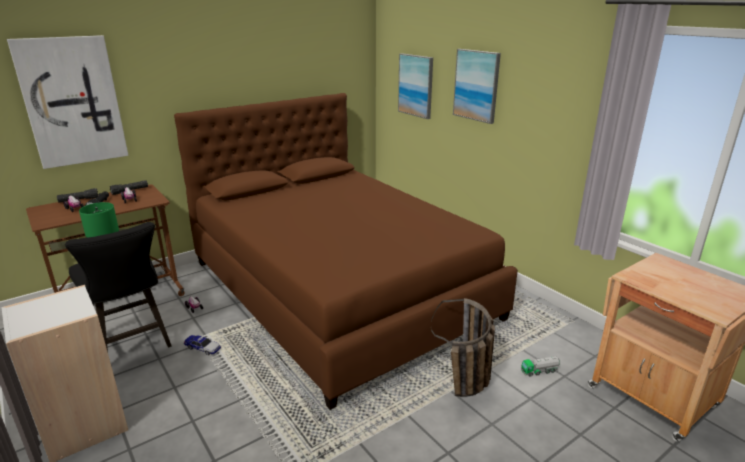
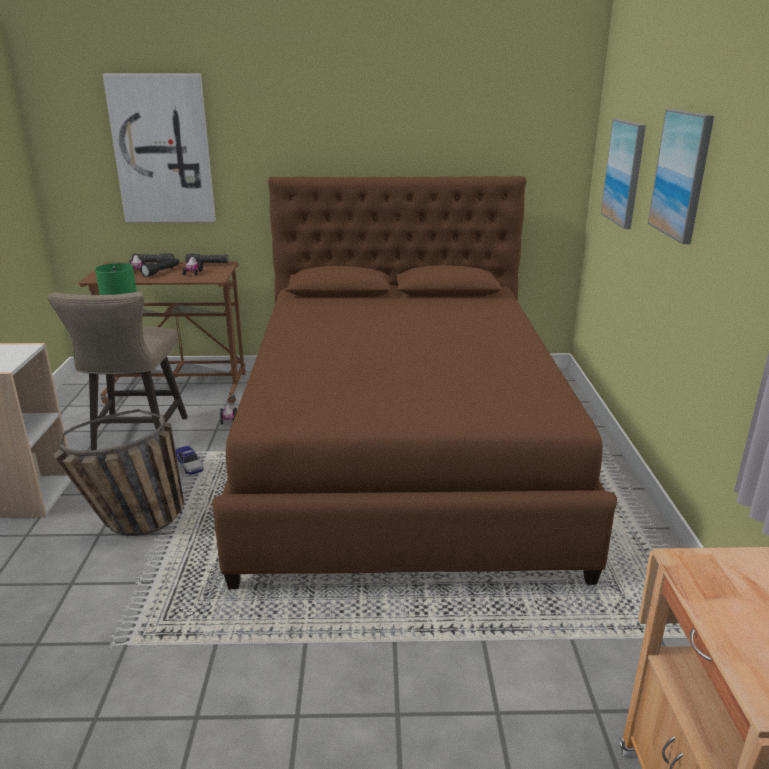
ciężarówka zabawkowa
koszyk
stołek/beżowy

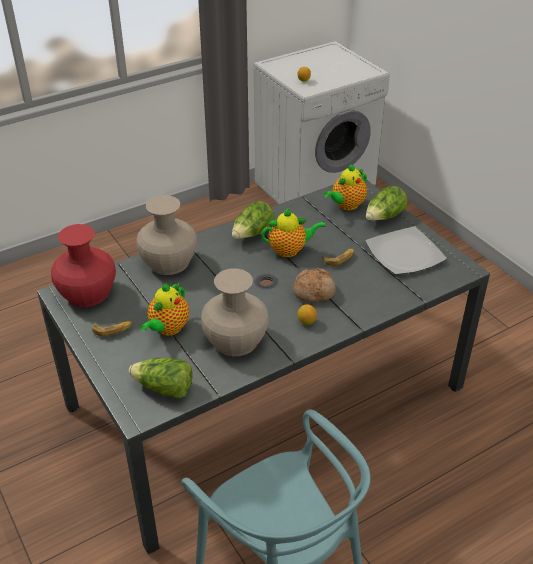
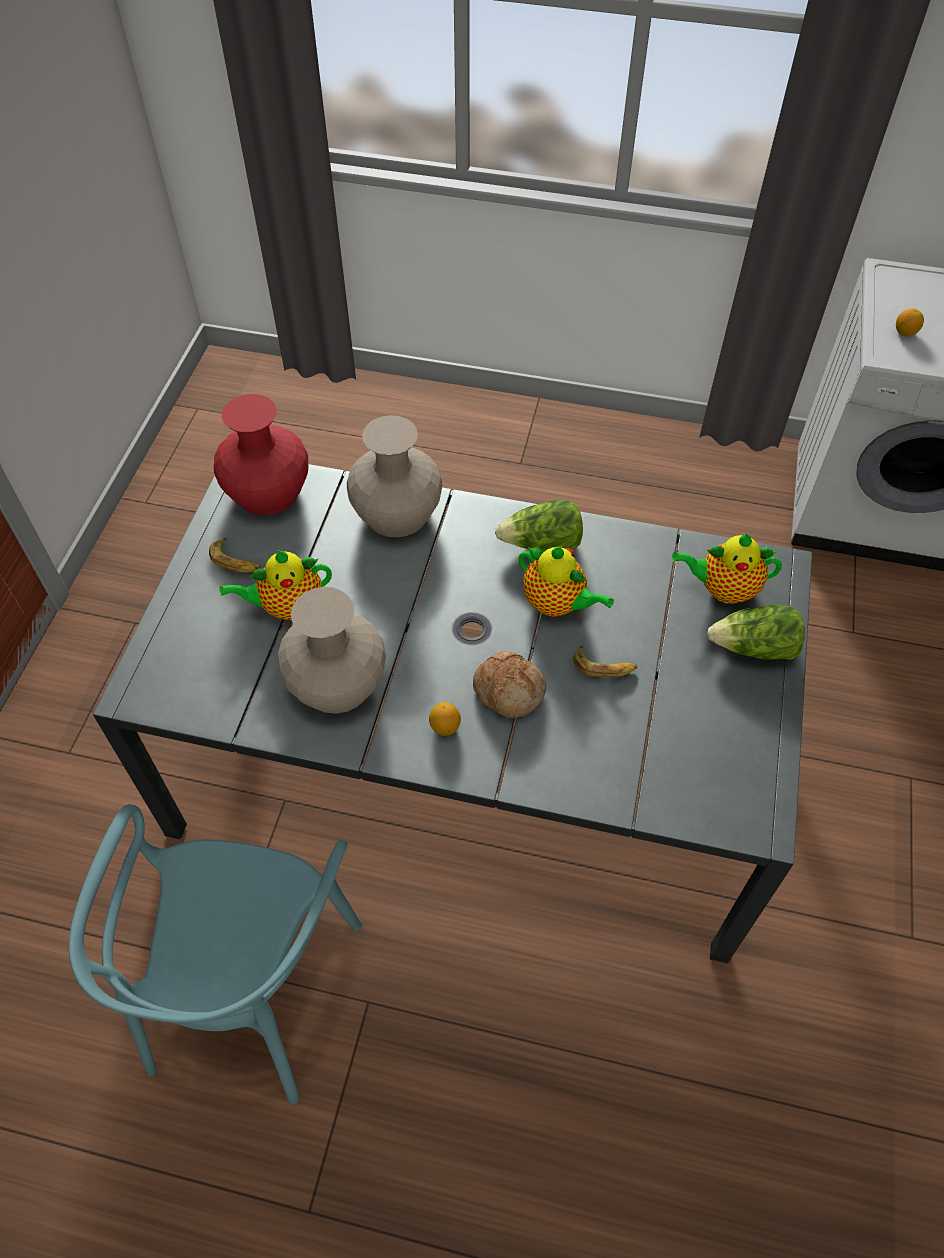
sałata (1st from left in the first image)
talerz

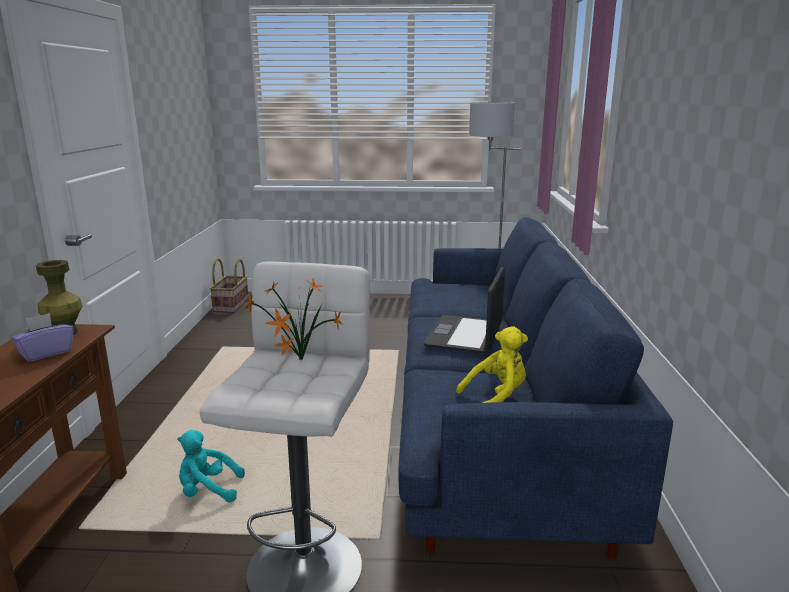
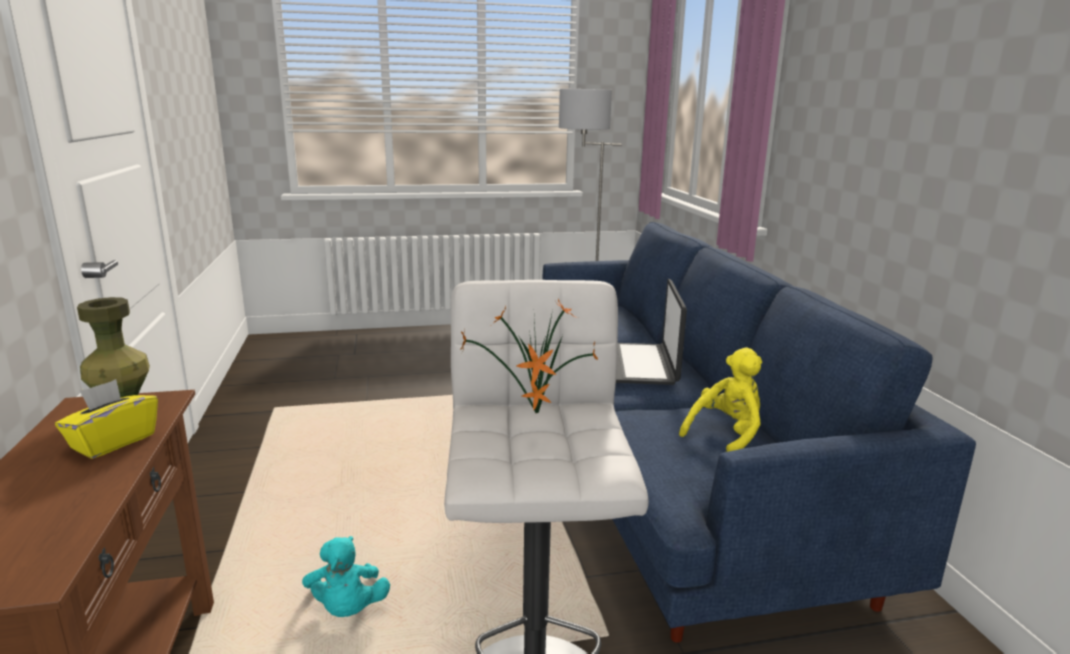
koszyk
pudełko chusteczek/żółty
pluszak/turkusowy

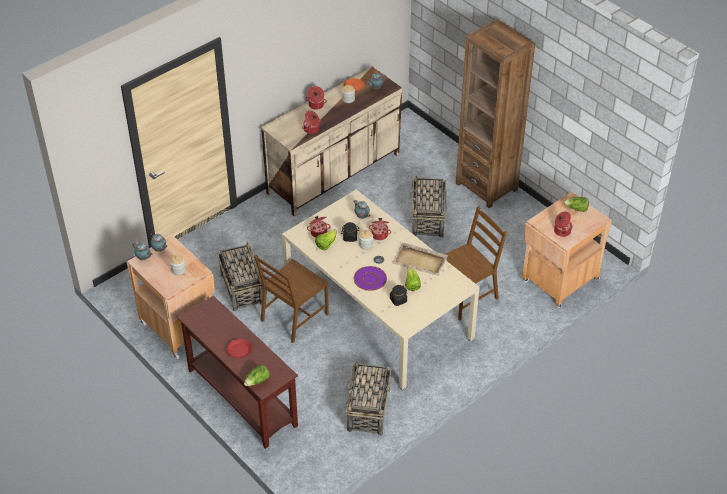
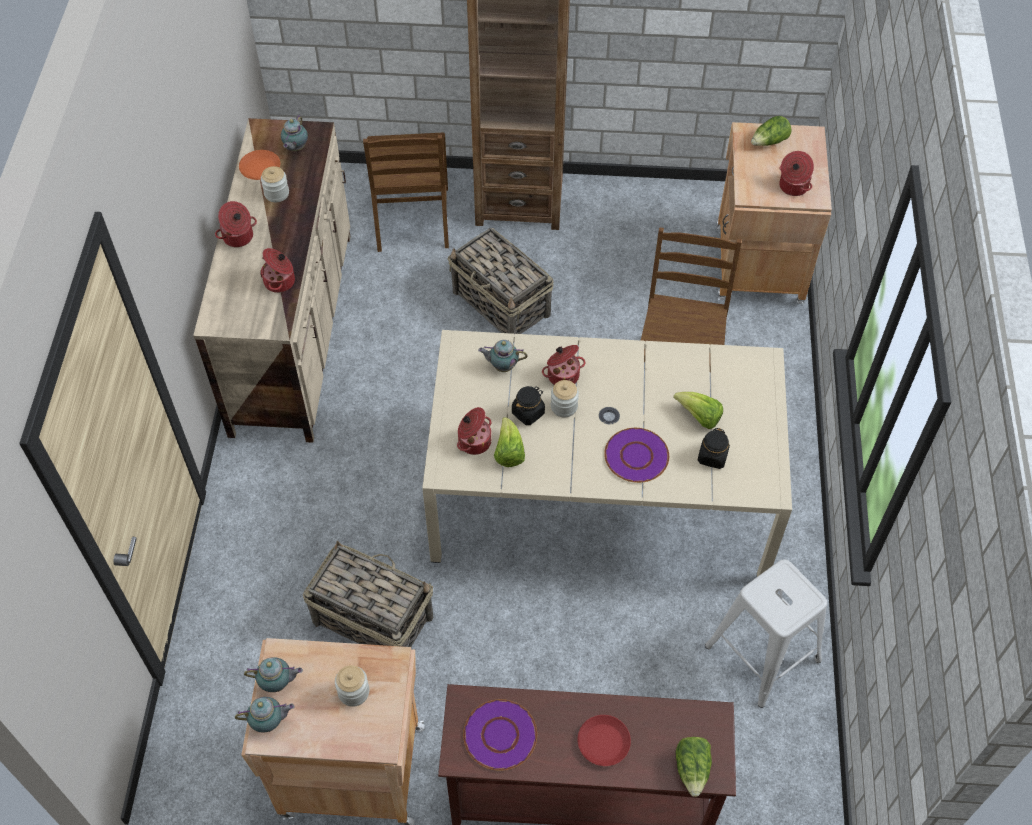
taca/beżowy
talerz/fioletowy (1st from left)
krzesło/brązowy (1st from left)
stołek/biały

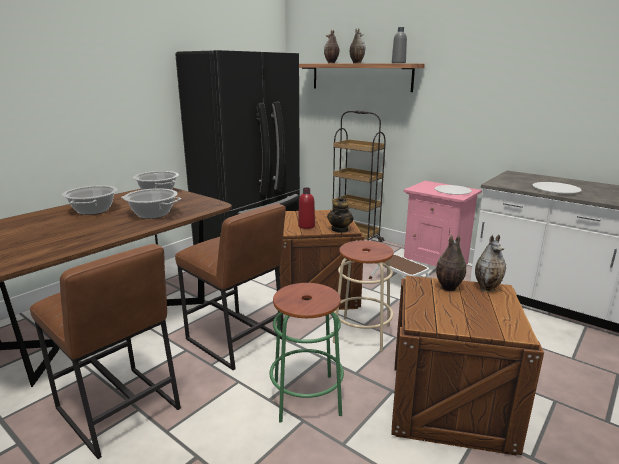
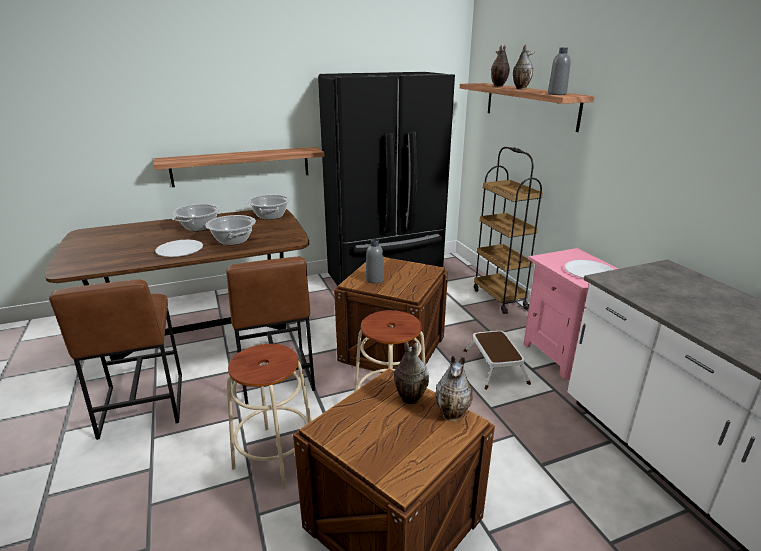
imbryk
półka (1st from left)
talerz/biały (1st from left)
stołek/beżowy (1st from left)
butelka/szary (1st from left)

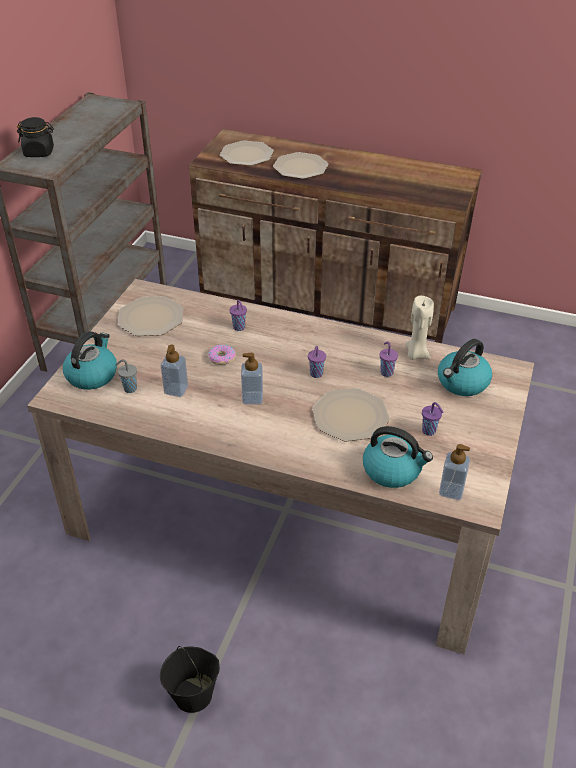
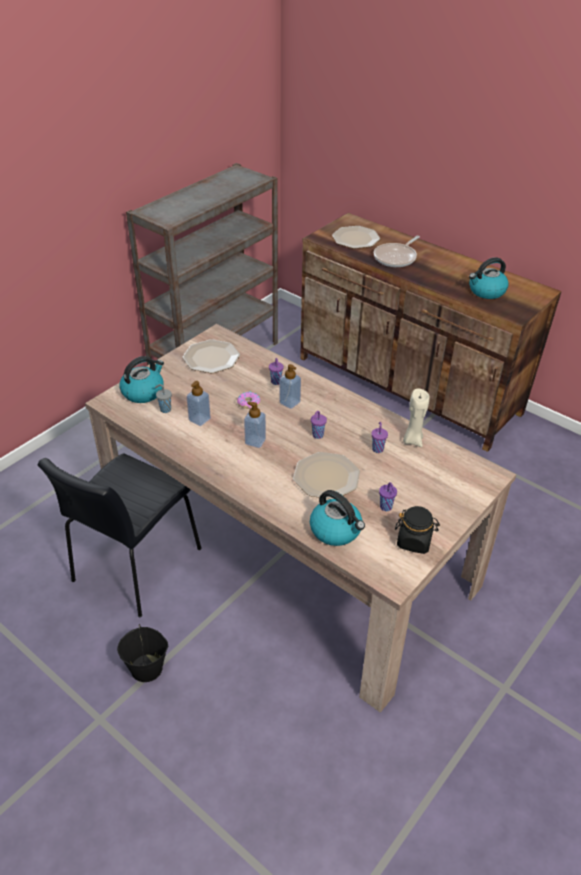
krzesło/czarny
słoik/czarny
czajnik (3rd from left)
dozownik mydła (3rd from left)
patelnia

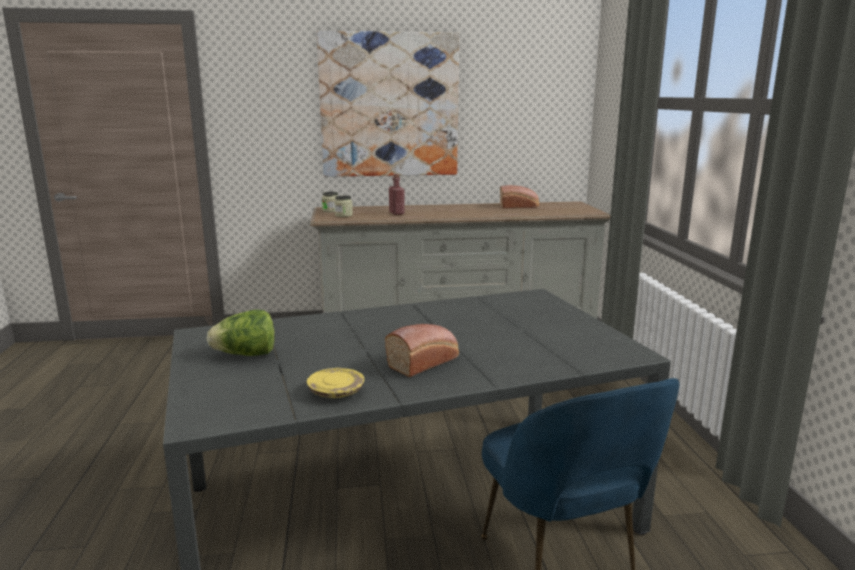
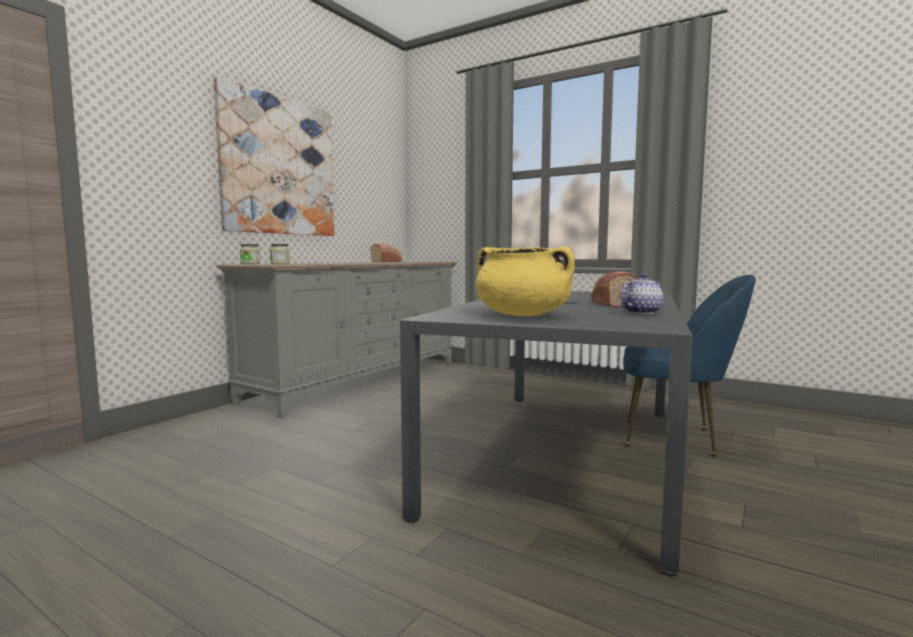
butelka/czerwony
garnek/żółty
imbryk

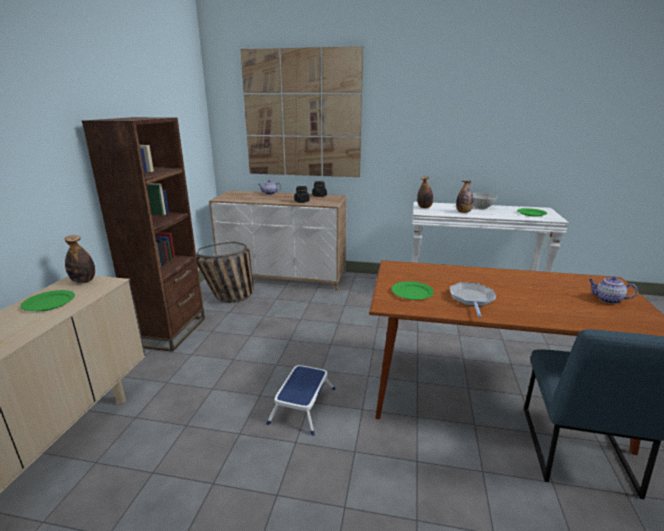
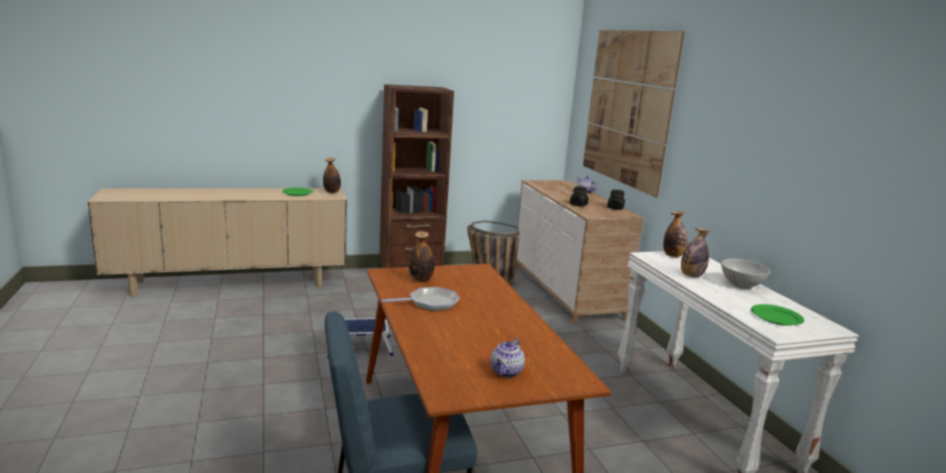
butelka (2nd from left)
imbryk (1st from left)

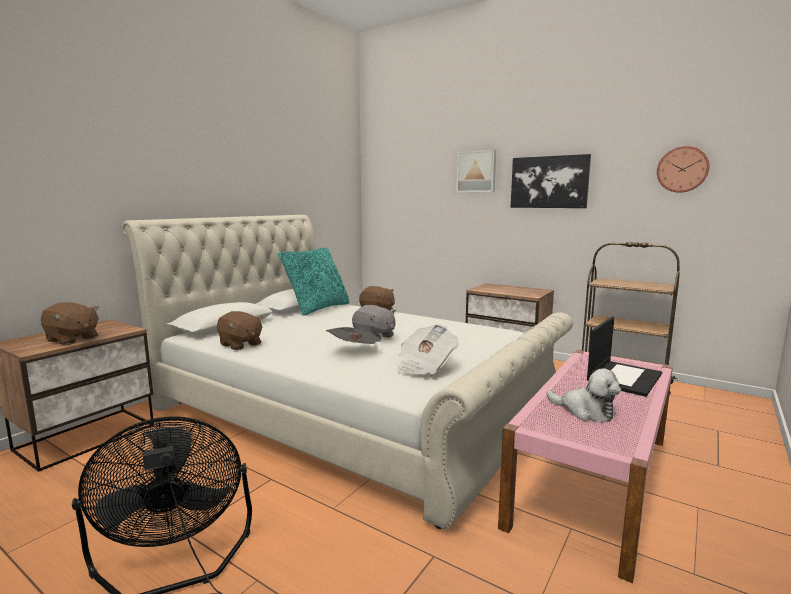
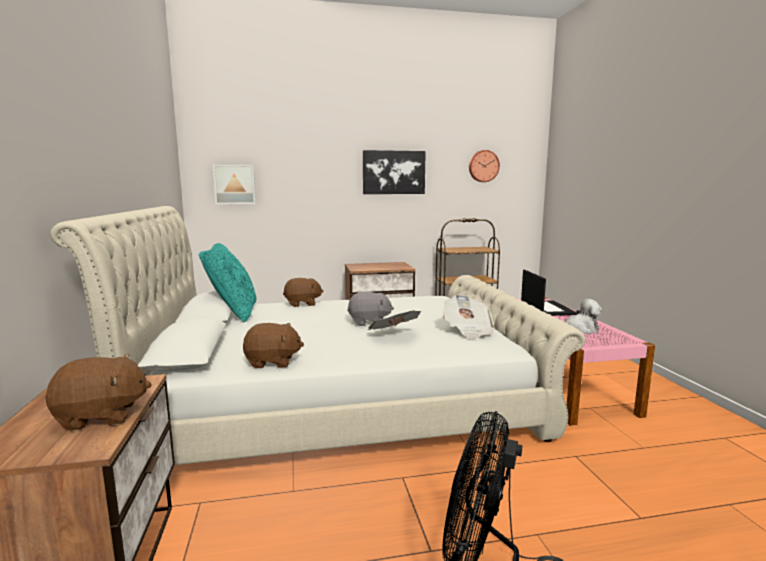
obraz (1st from left)

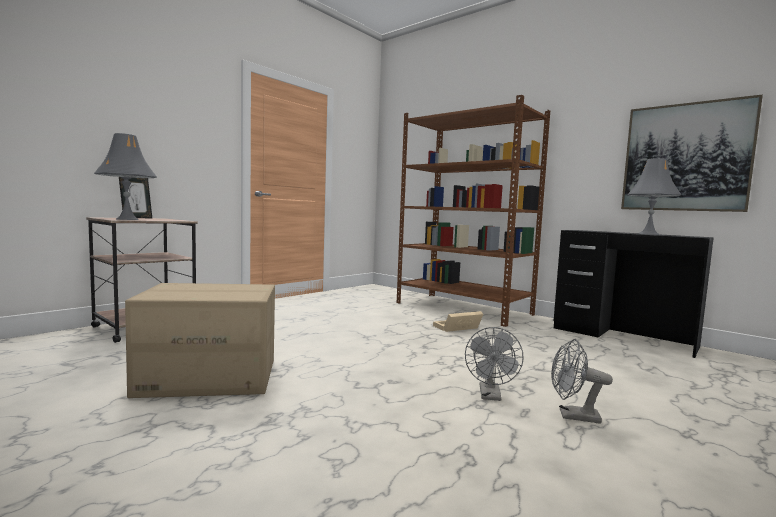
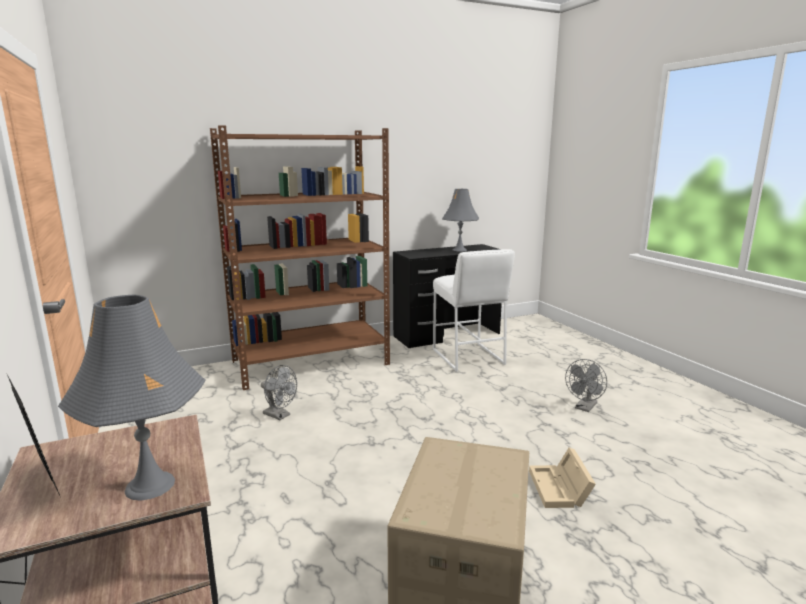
obraz
stołek/biały
pojemnik do przechowywania/beżowy
wentylator/szary (1st from left)

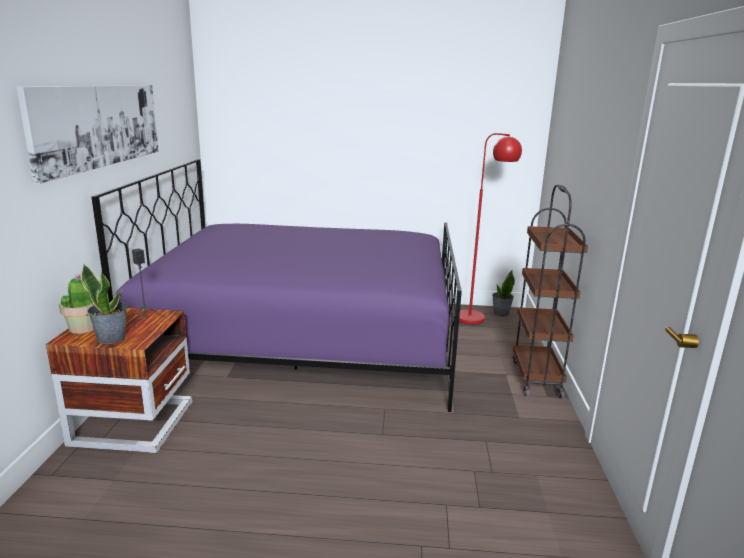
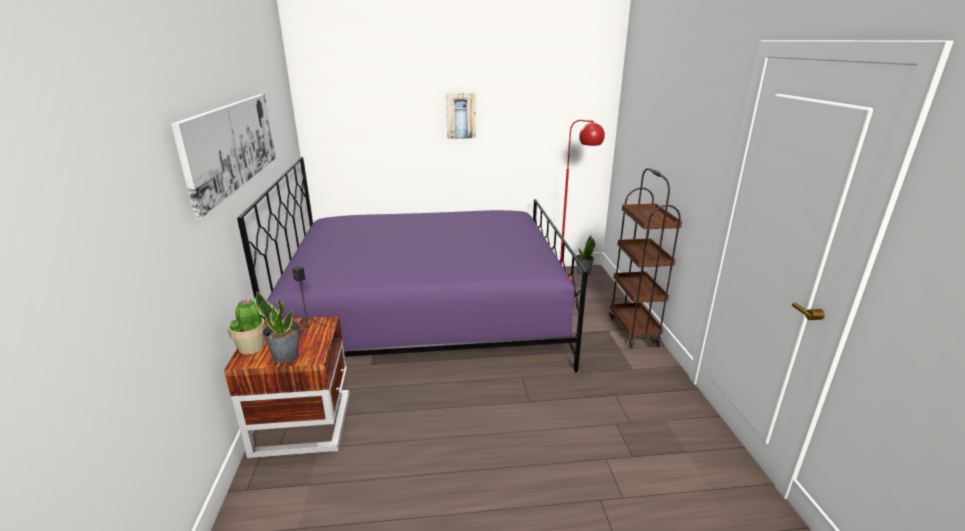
obraz (2nd from left)

